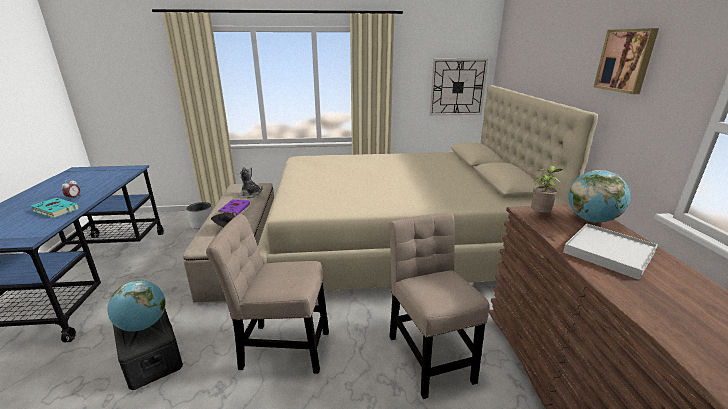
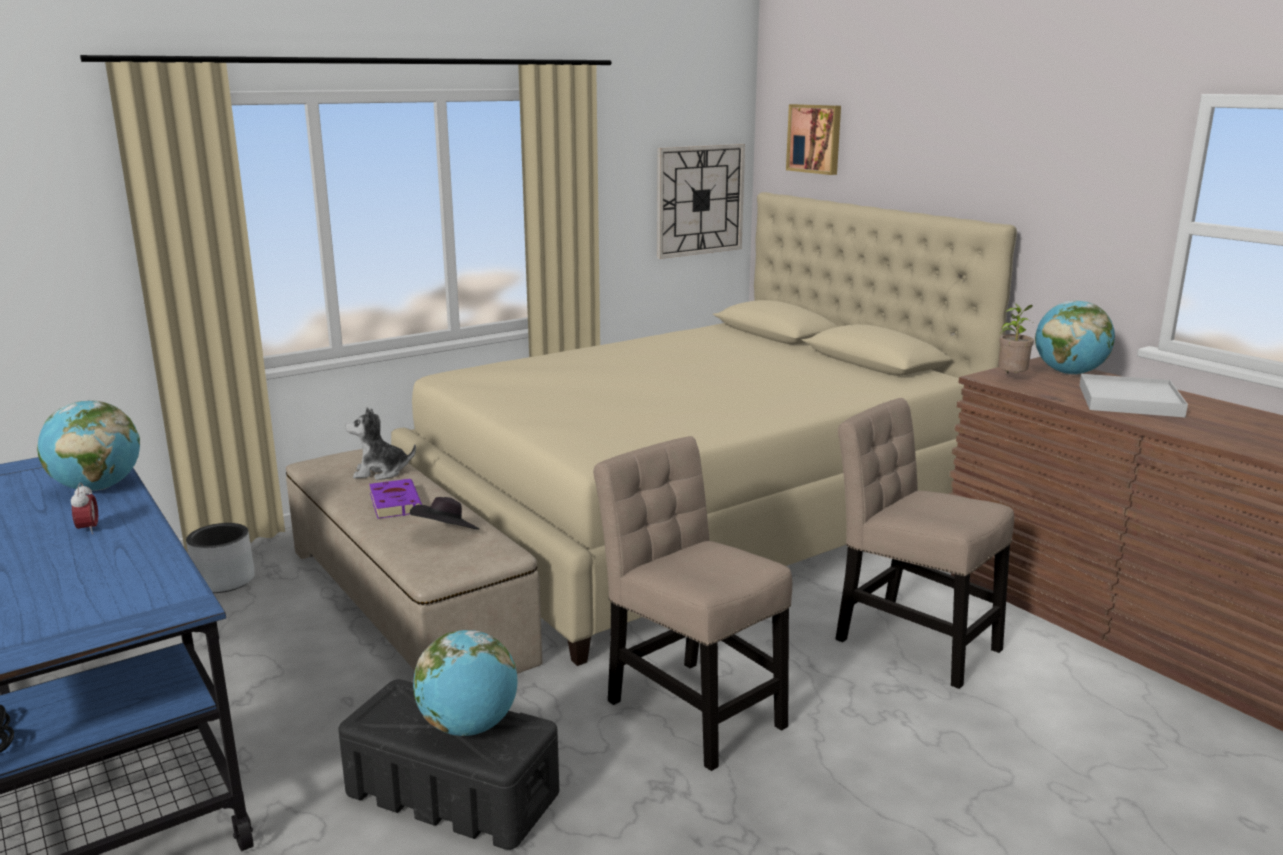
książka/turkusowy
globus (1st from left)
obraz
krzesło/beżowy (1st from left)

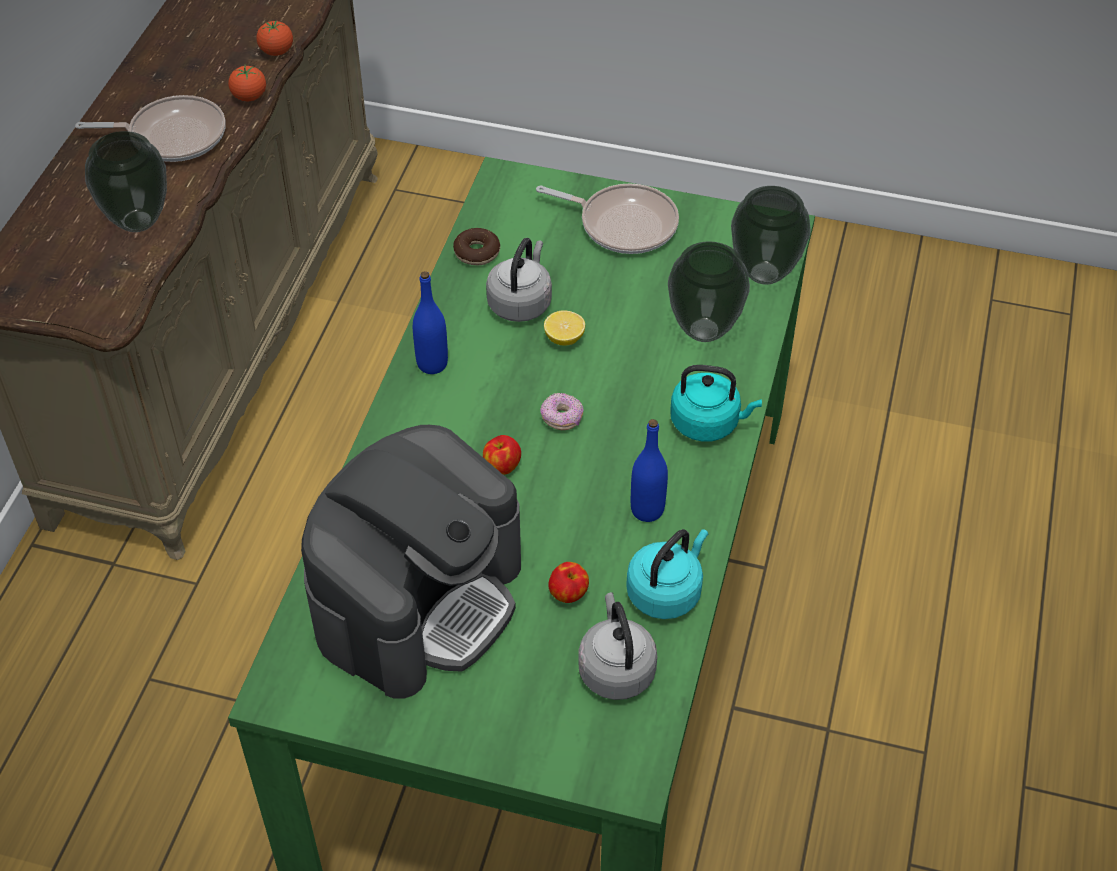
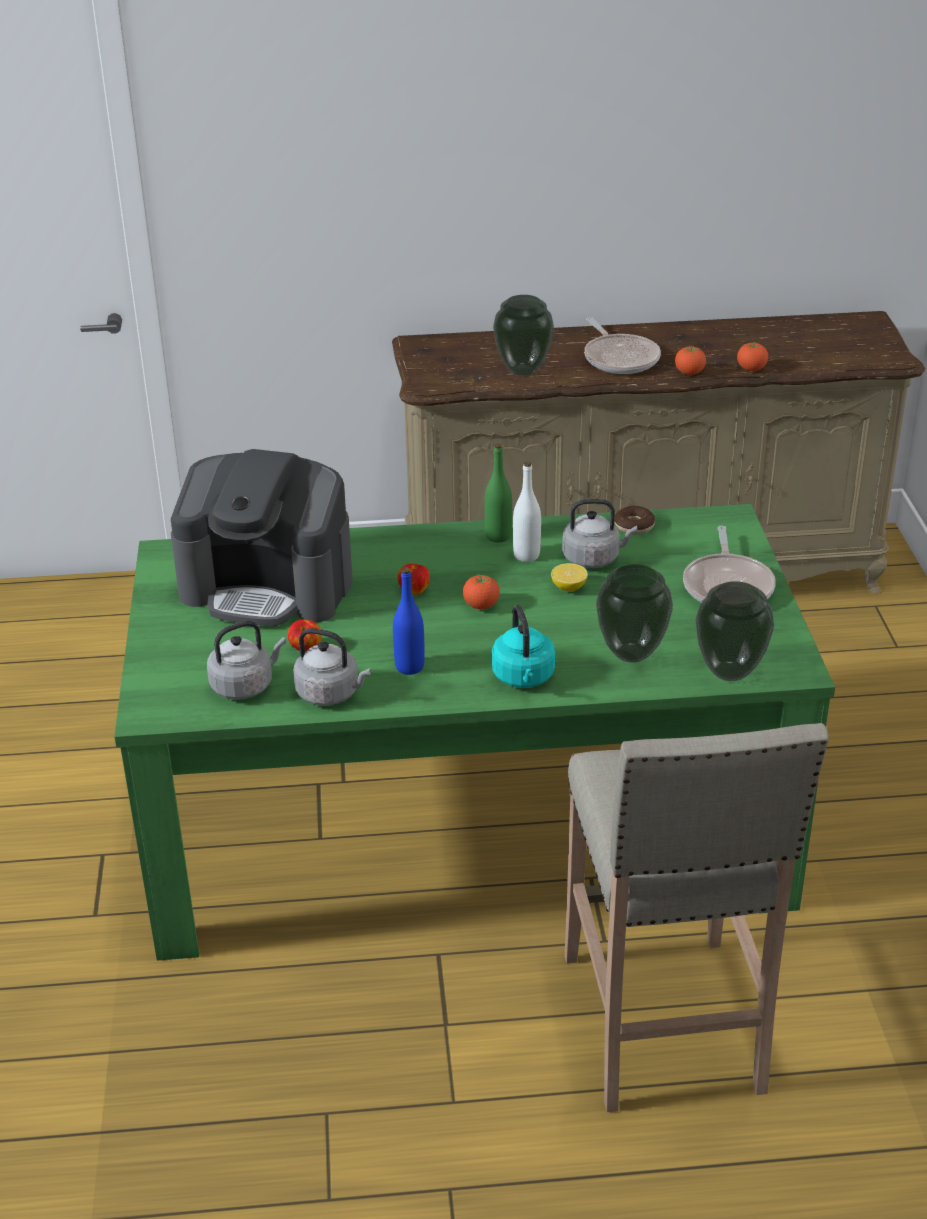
butelka/biały
stołek/beżowy
pomidor (1st from left)
butelka/zielony
czajnik/szary (2nd from left)

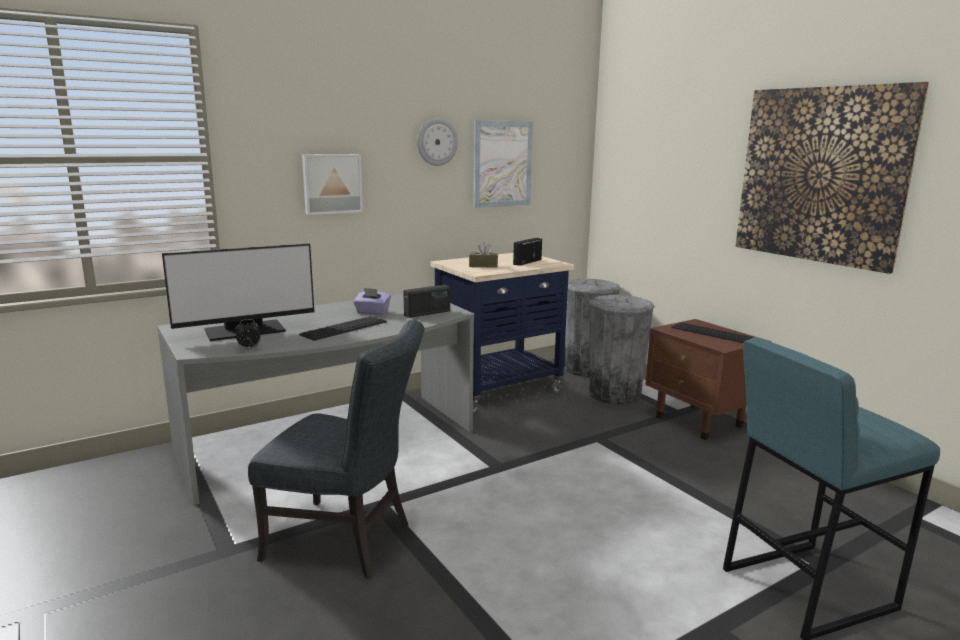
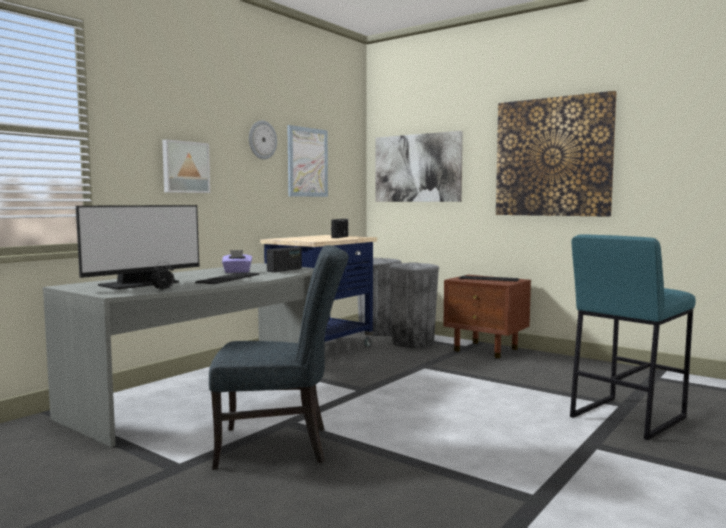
pudełko chusteczek/brązowy
obraz (3rd from left)

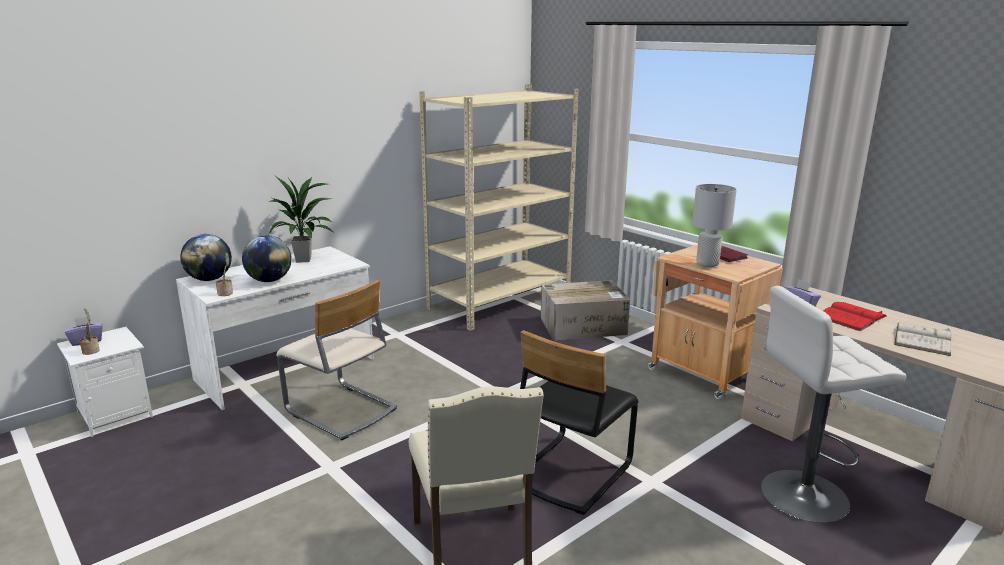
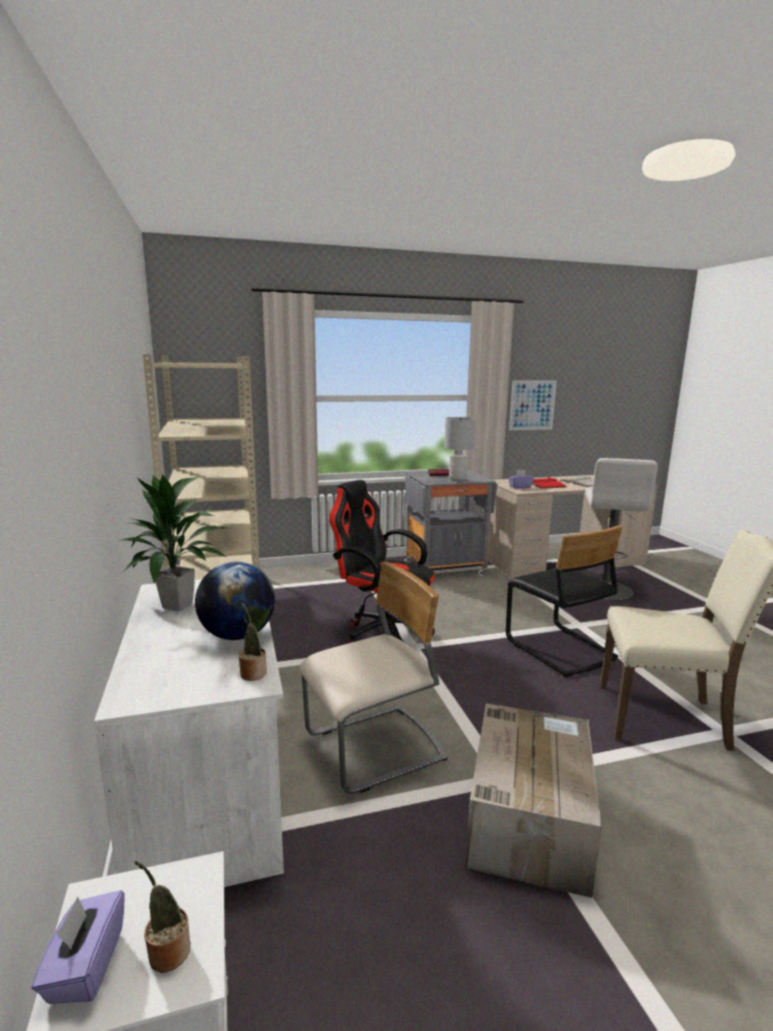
globus (1st from left in the first image)
krzesło biurowe/czarny
obraz
karton
wózek/szary

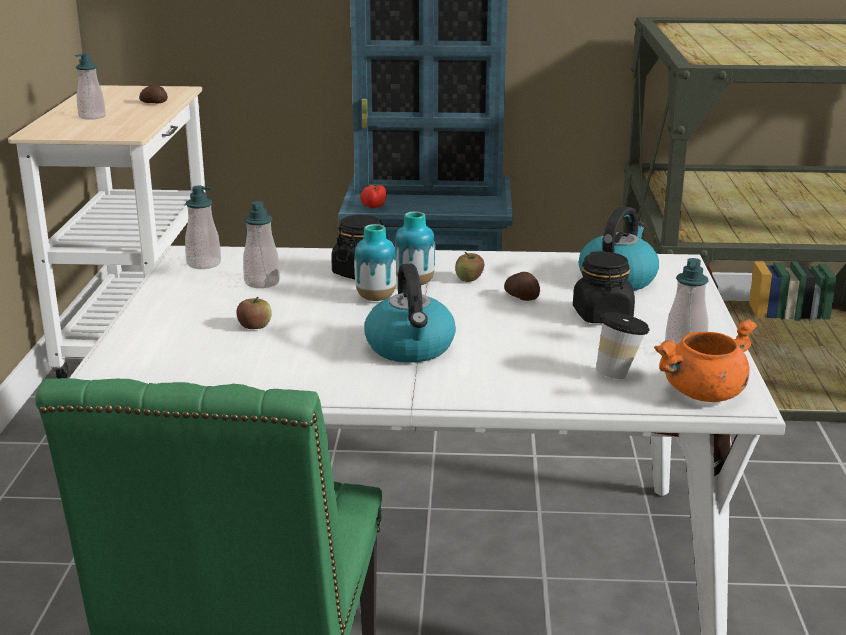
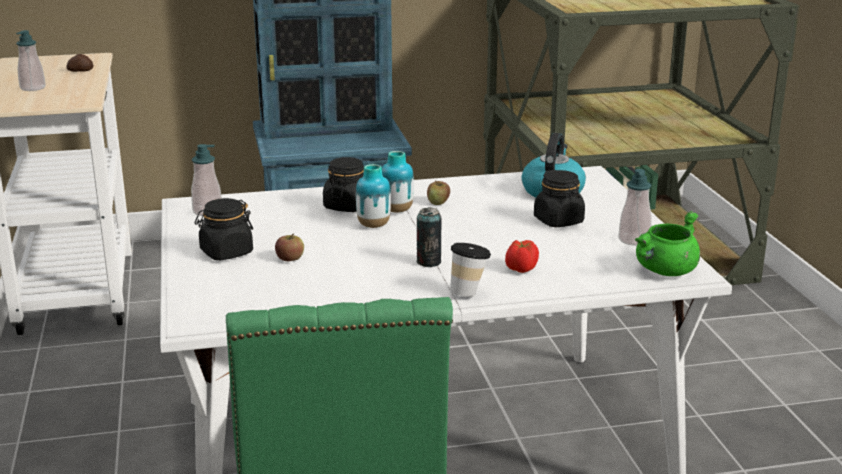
dozownik mydła (3rd from left in the first image)
ziemniak (2nd from left in the first image)
słoik/czarny (1st from left)
pomidor
filiżanka
puszka
garnek/zielony

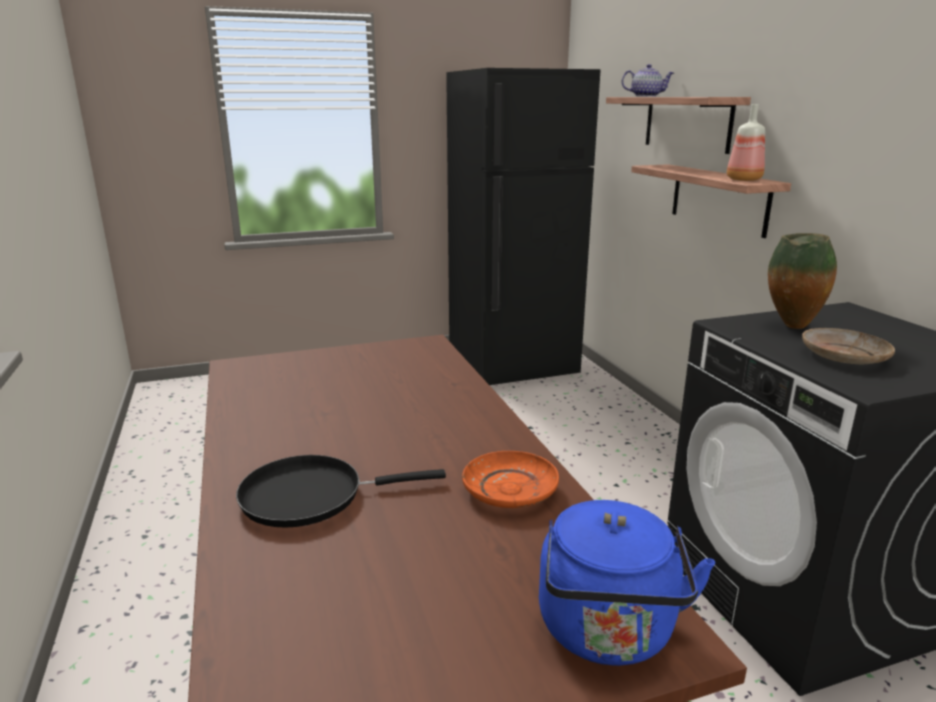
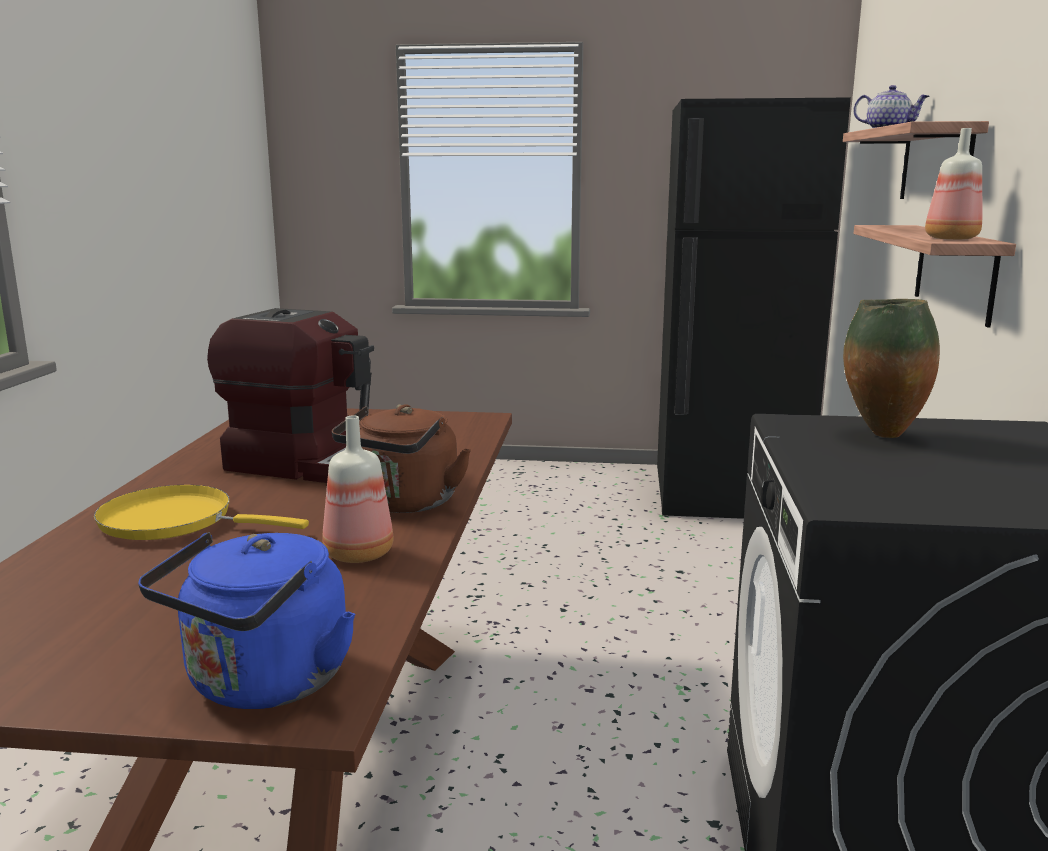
talerz/beżowy
ekspres do kawy
czajnik/brązowy
butelka (1st from left)
patelnia/żółty

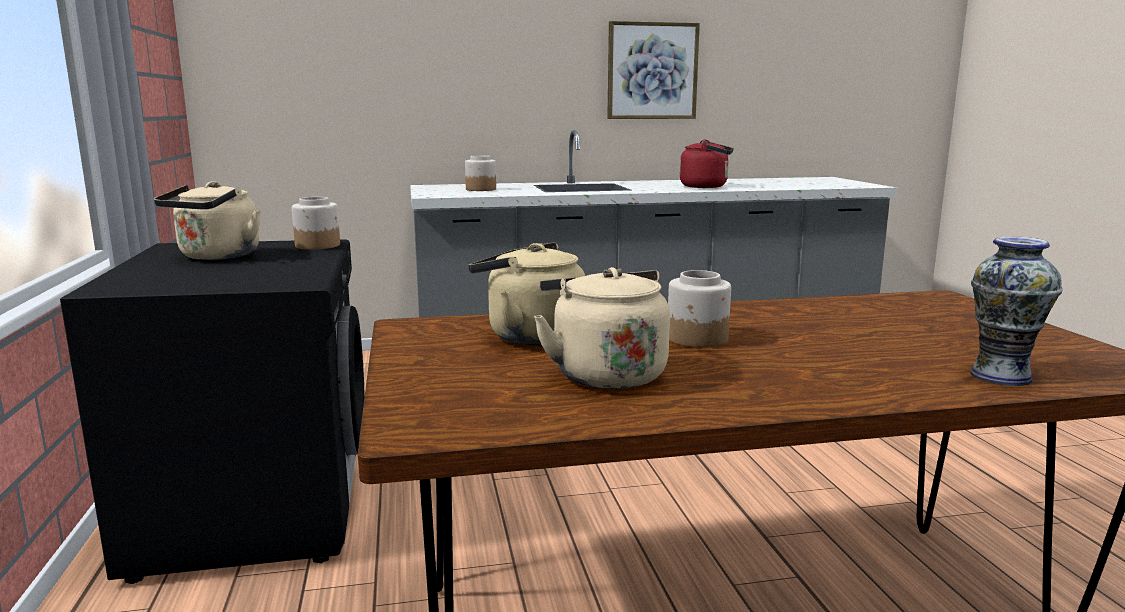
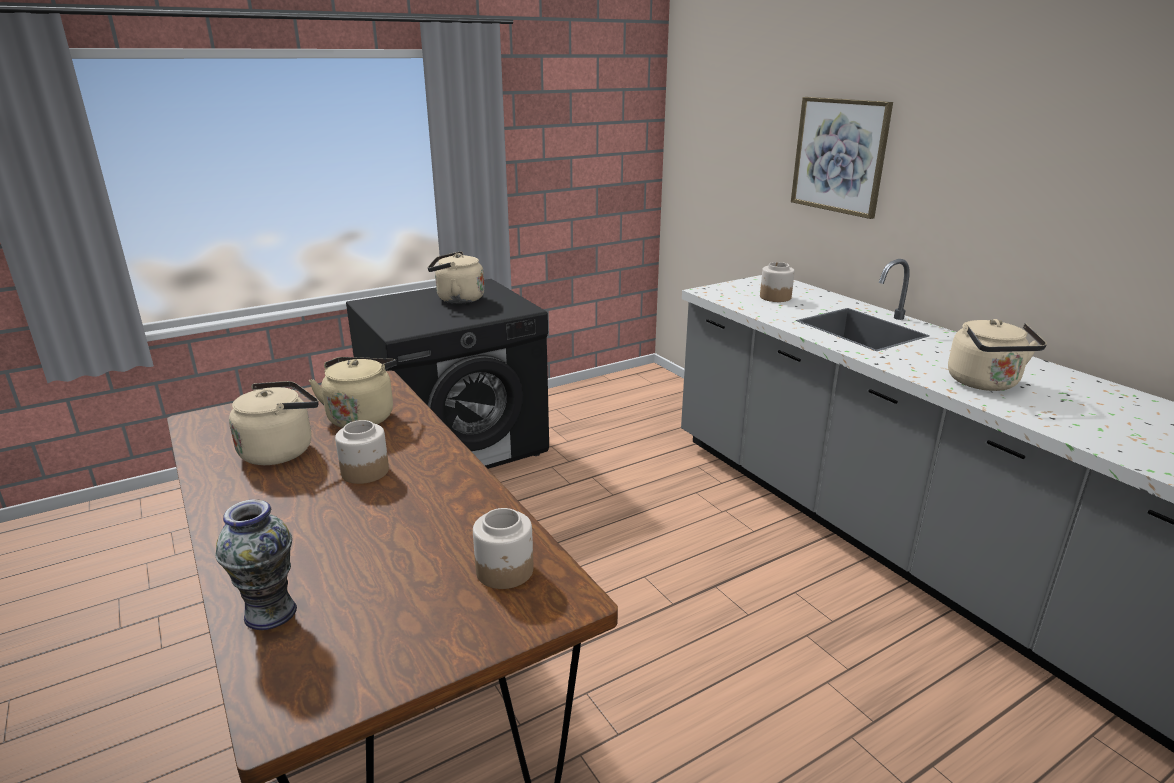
słoik (2nd from left)
obraz
czajnik/beżowy (4th from left)

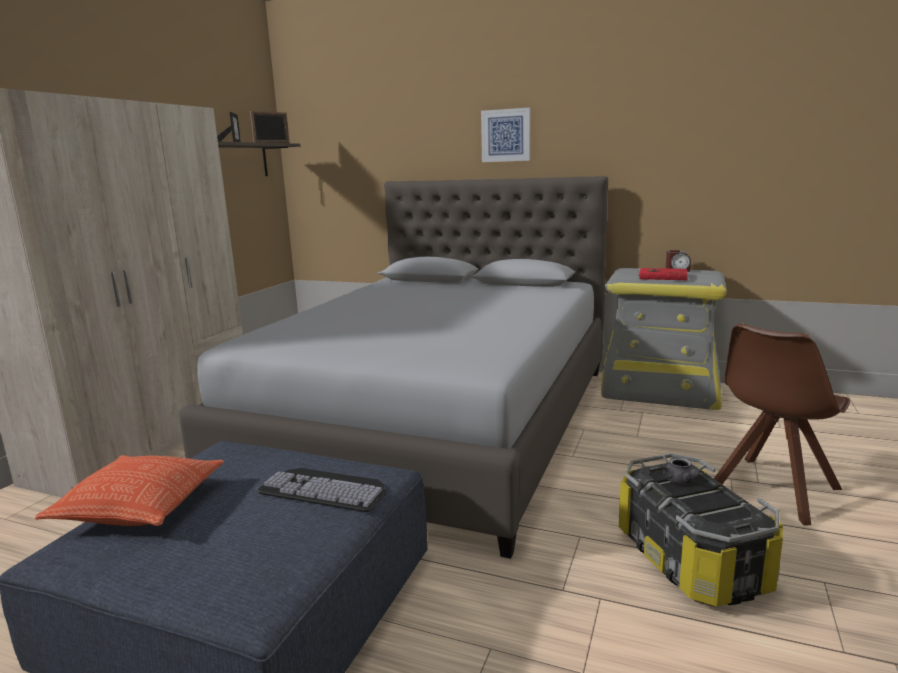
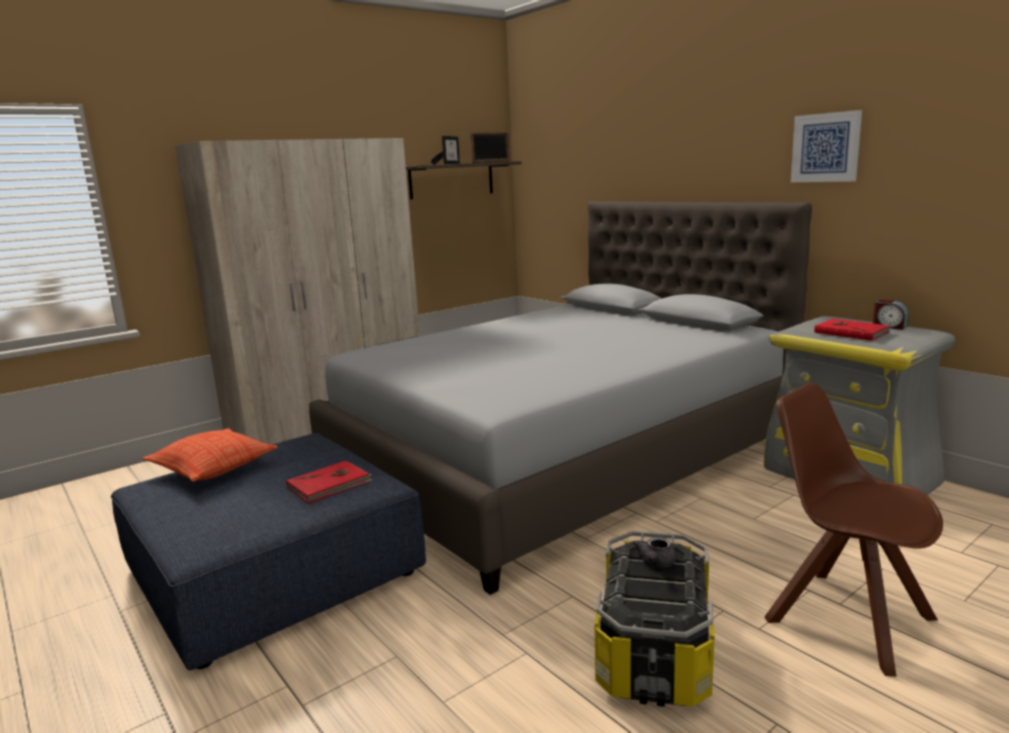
obraz
książka/czerwony (1st from left)
krzesło/brązowy

